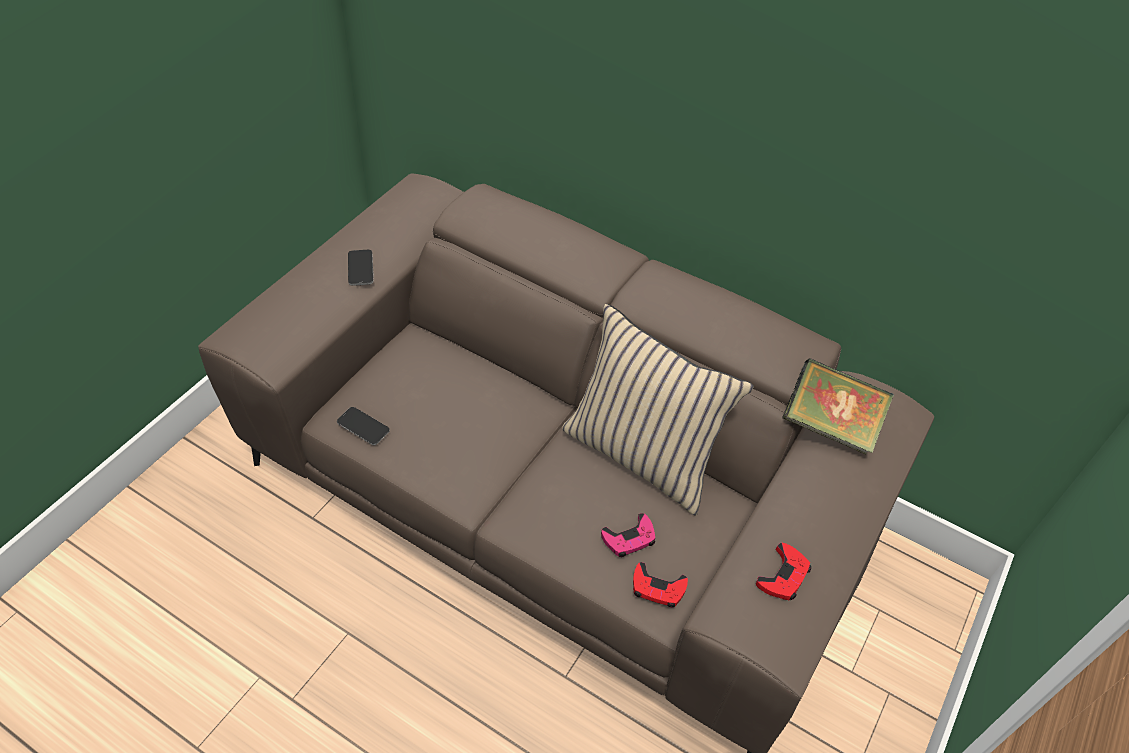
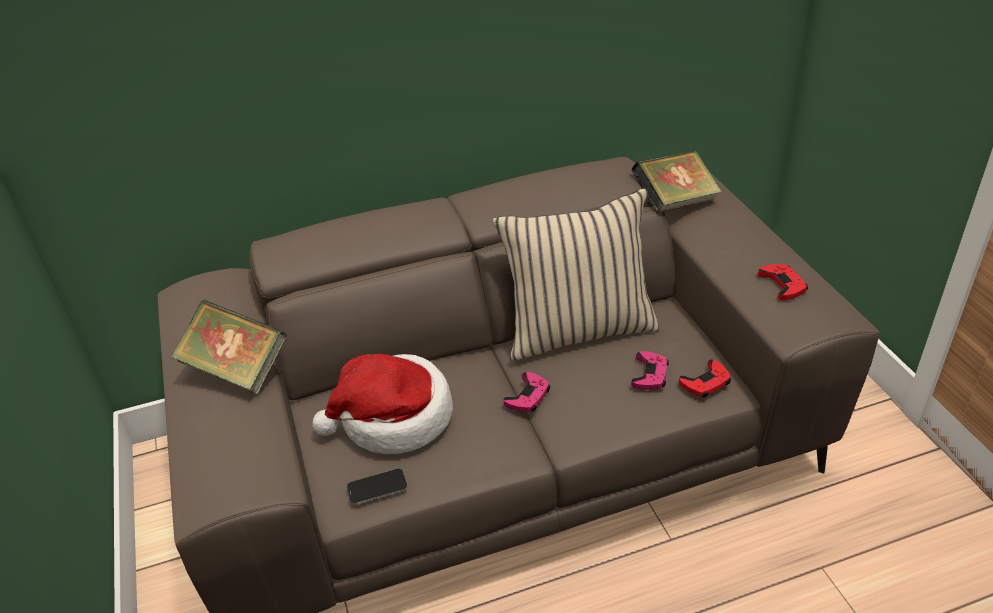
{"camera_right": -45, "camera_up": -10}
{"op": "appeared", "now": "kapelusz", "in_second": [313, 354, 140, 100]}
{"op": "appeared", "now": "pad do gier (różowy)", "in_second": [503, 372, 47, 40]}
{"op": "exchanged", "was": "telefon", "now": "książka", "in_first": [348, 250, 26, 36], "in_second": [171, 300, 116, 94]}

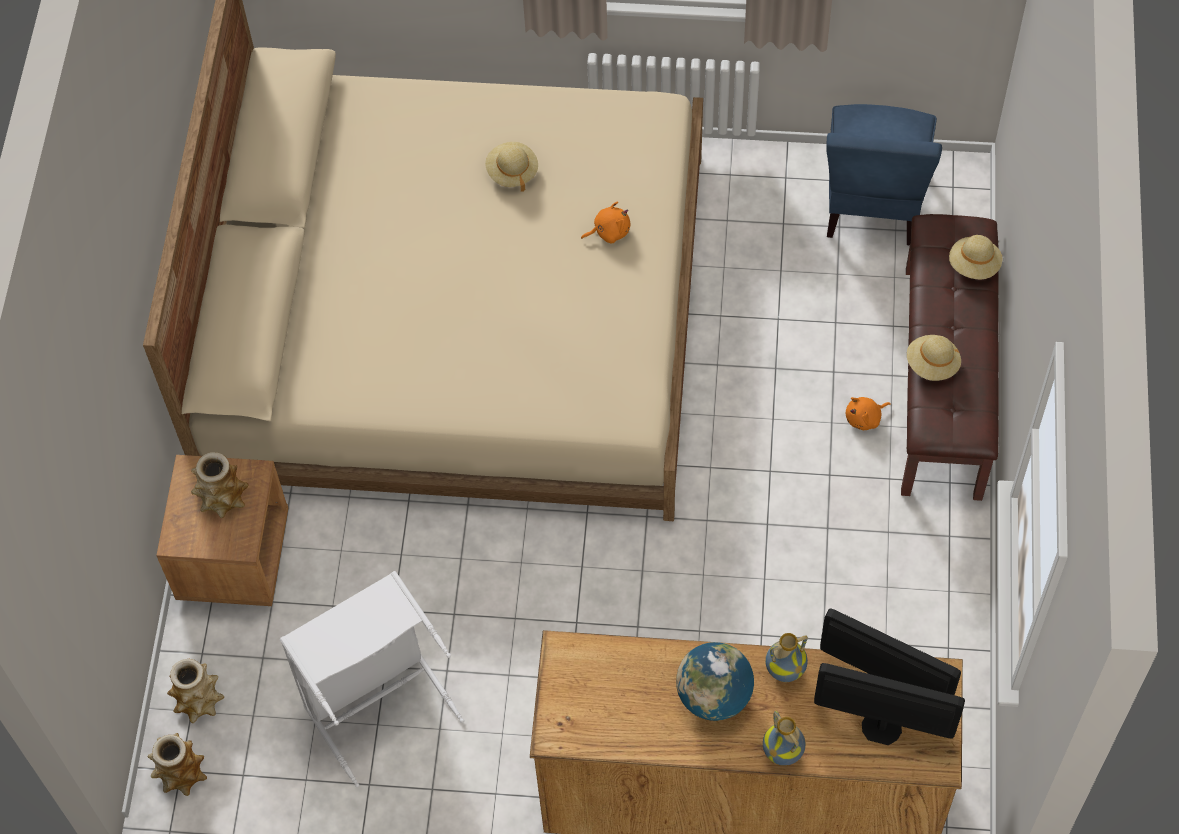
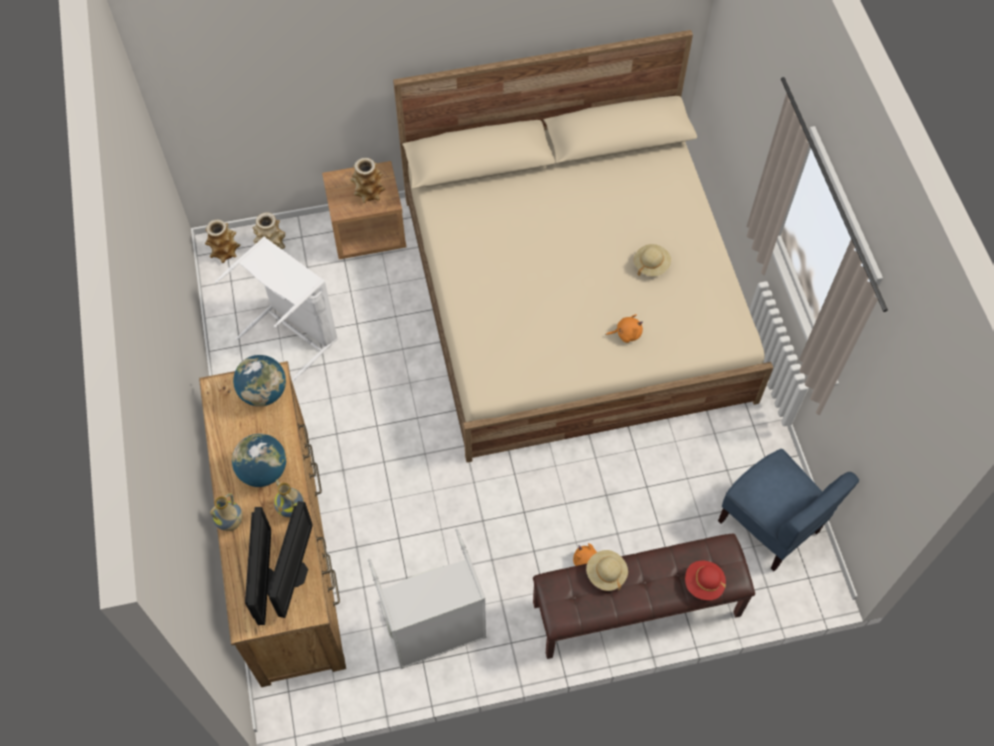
{"camera_right": 70, "camera_up": 0}
{"op": "appeared", "now": "globus", "in_second": [233, 355, 53, 52]}
{"op": "appeared", "now": "kosz na pranie (szary)", "in_second": [368, 528, 118, 141]}
{"op": "colour", "was": "kapelusz (beżowy)", "now": "kapelusz (czerwony)", "in_first": [949, 235, 54, 44], "in_second": [685, 561, 41, 39]}
{"op": "spun", "was": "pluszak (pomarańczowy)", "in_first": [581, 201, 49, 43], "in_second": [606, 314, 37, 29], "clockwise": -60}
{"op": "spun", "was": "krzesło (niebieski)", "in_first": [826, 104, 116, 142], "in_second": [718, 449, 141, 122], "clockwise": -120}

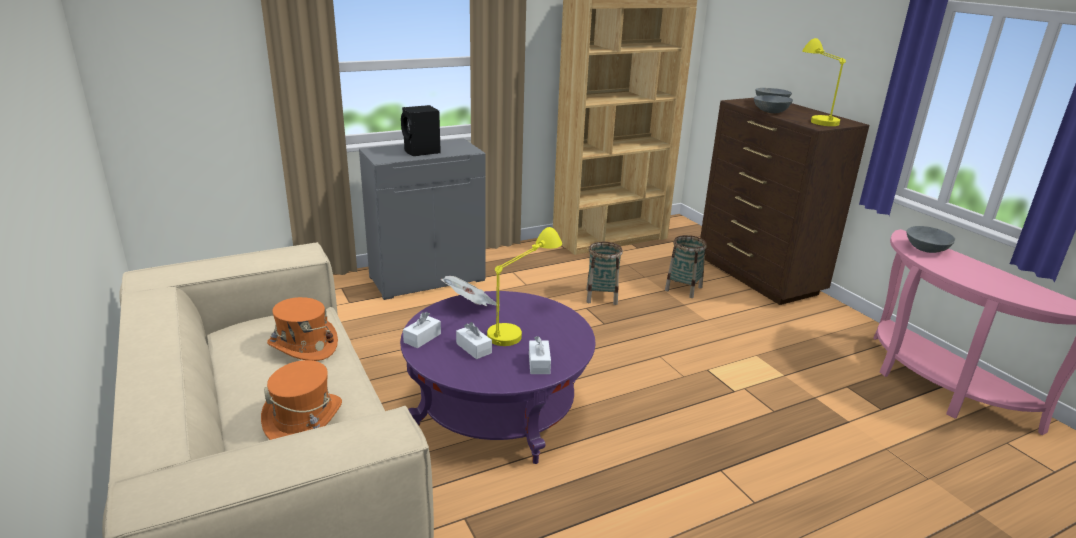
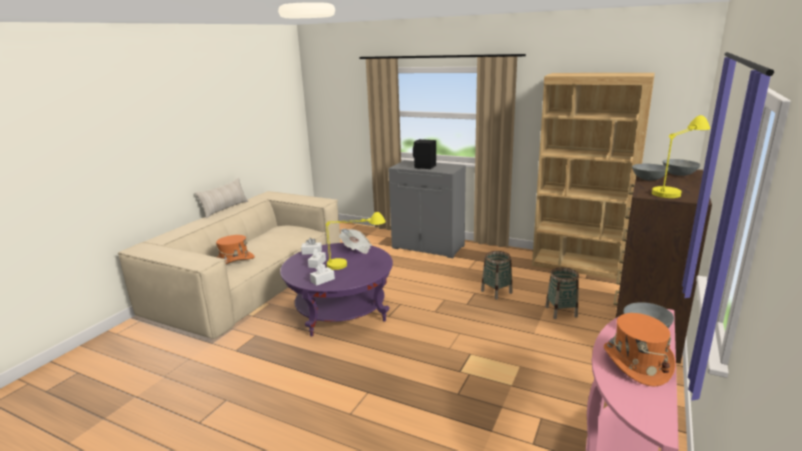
{"camera_right": 55, "camera_up": -5}
{"op": "appeared", "now": "poduszka (beżowy)", "in_second": [195, 178, 53, 40]}
{"op": "relocated", "was": "kapelusz (pomarańczowy)", "in_first": [267, 297, 71, 64], "in_second": [604, 313, 71, 74]}

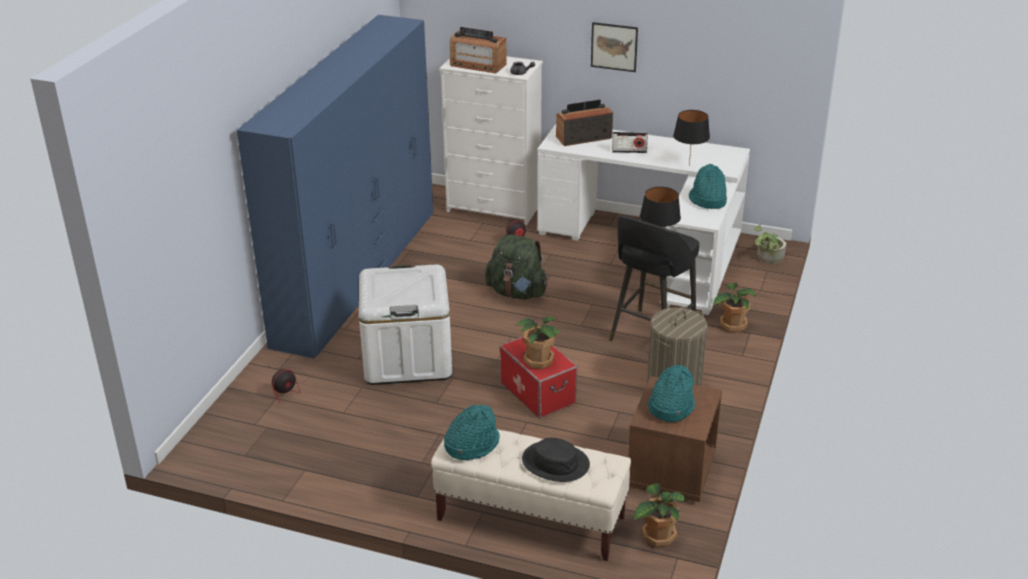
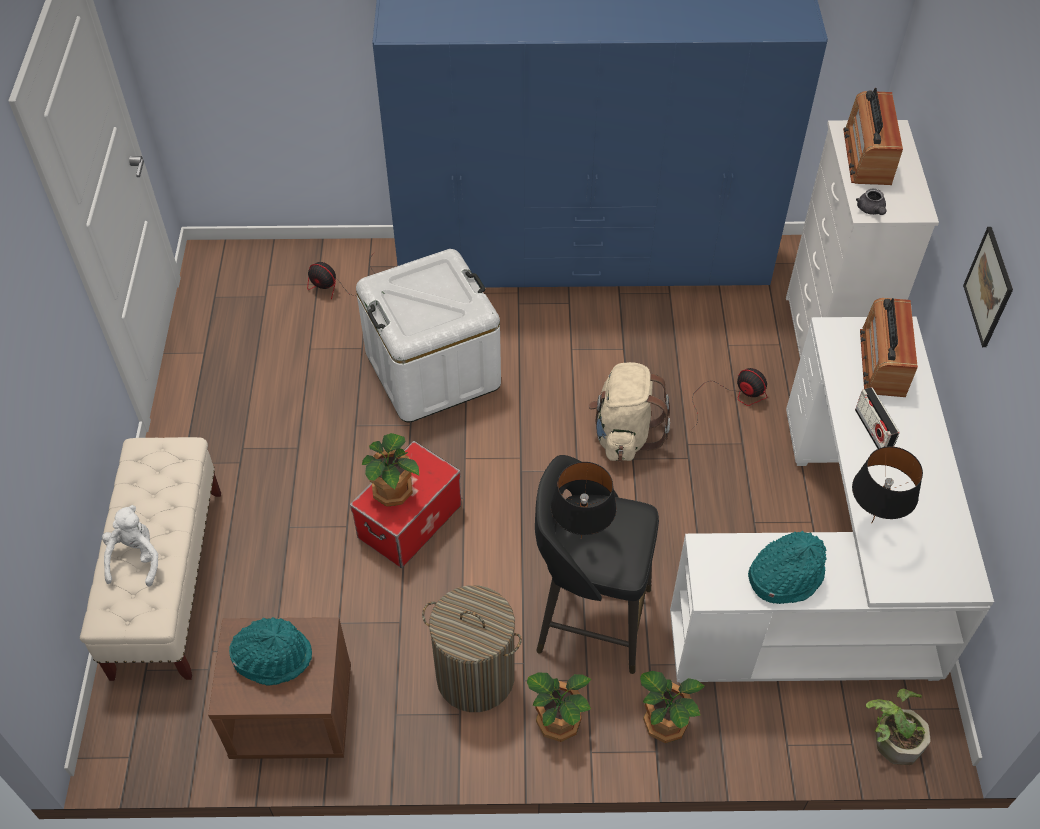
{"camera_right": 70, "camera_up": 20}
{"op": "missing", "was": "kapelusz (turkusowy)", "in_first": [444, 404, 56, 56]}
{"op": "relocated", "was": "roślina doniczkowa", "in_first": [634, 483, 52, 64], "in_second": [527, 672, 64, 70]}
{"op": "exchanged", "was": "kapelusz (czarny)", "now": "pluszak (biały)", "in_first": [522, 438, 68, 44], "in_second": [102, 505, 56, 82]}
{"op": "colour", "was": "plecak (zielony)", "now": "plecak (beżowy)", "in_first": [485, 234, 62, 66], "in_second": [588, 362, 82, 99]}
{"op": "spun", "was": "radio", "in_first": [556, 100, 57, 46], "in_second": [860, 298, 58, 99], "clockwise": -135}

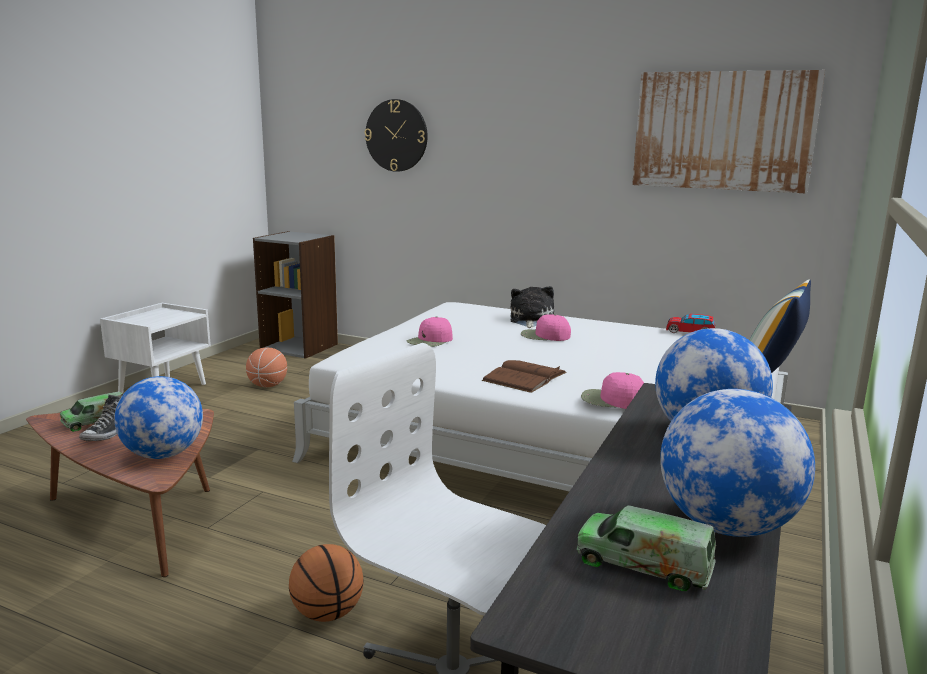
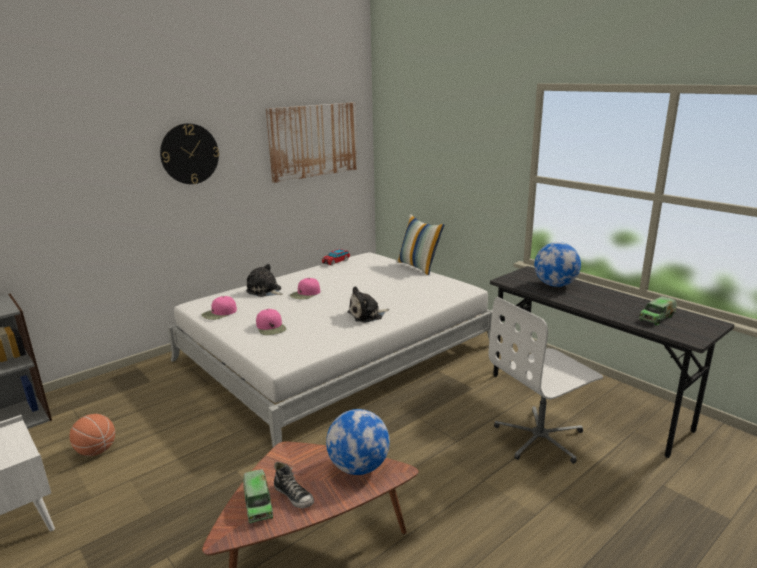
{"camera_right": -65, "camera_up": 5}
{"op": "missing", "was": "piłka do koszykówki", "in_first": [289, 544, 75, 78]}
{"op": "missing", "was": "globus", "in_first": [660, 389, 155, 148]}
{"op": "relocated", "was": "zegar ścienny", "in_first": [365, 99, 63, 73], "in_second": [160, 123, 59, 61]}
{"op": "relocated", "was": "czapka z daszkiem (różowy)", "in_first": [581, 372, 63, 37], "in_second": [202, 296, 35, 24]}
{"op": "exchanged", "was": "książka (brązowy)", "now": "pluszak", "in_first": [482, 360, 85, 33], "in_second": [348, 286, 41, 37]}

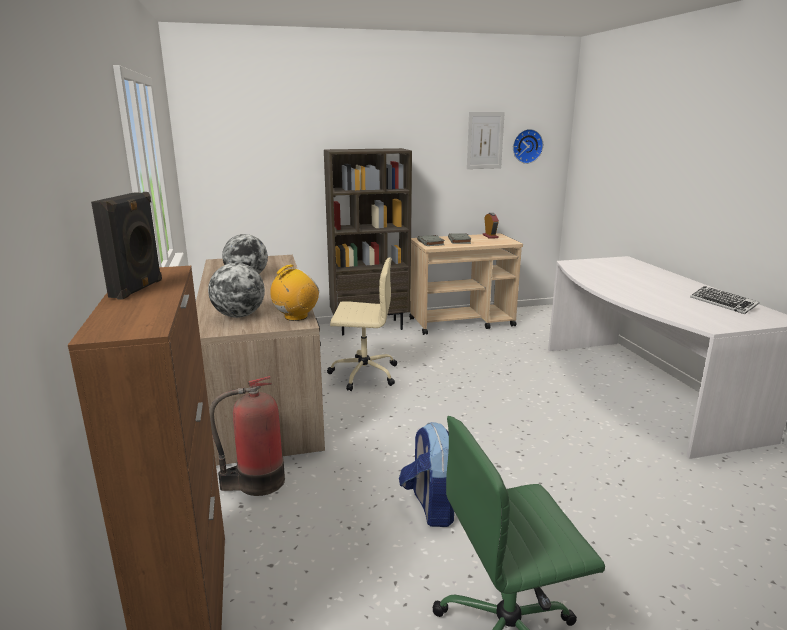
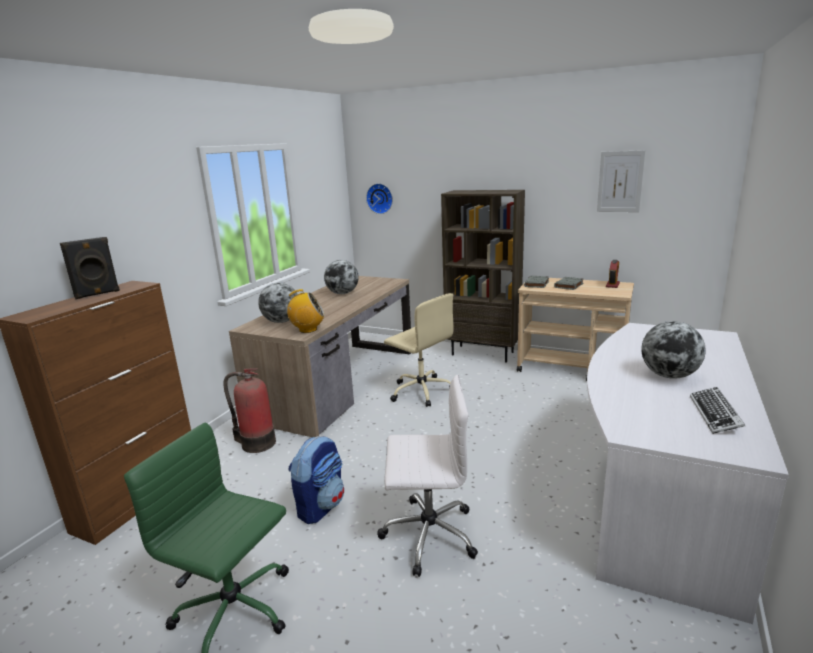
{"camera_right": 40, "camera_up": 0}
{"op": "appeared", "now": "krzesło biurowe (biały)", "in_second": [378, 375, 100, 202]}
{"op": "appeared", "now": "globus", "in_second": [641, 321, 65, 58]}
{"op": "relocated", "was": "zegar ścienny", "in_first": [513, 129, 30, 35], "in_second": [366, 183, 27, 31]}

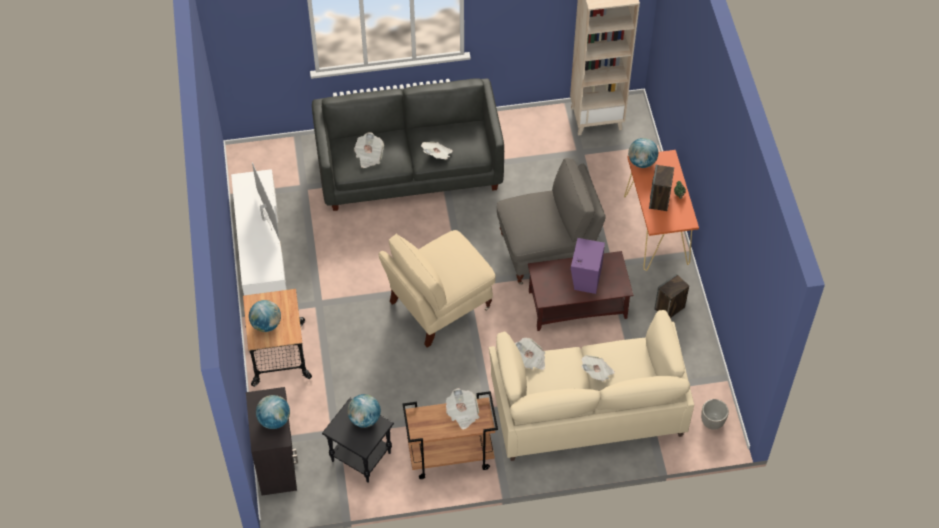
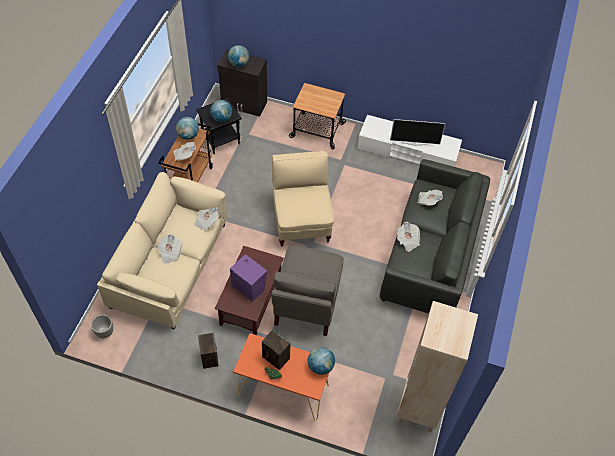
{"camera_right": 115, "camera_up": 0}
{"op": "relocated", "was": "globus", "in_first": [249, 300, 32, 32], "in_second": [176, 117, 23, 23]}

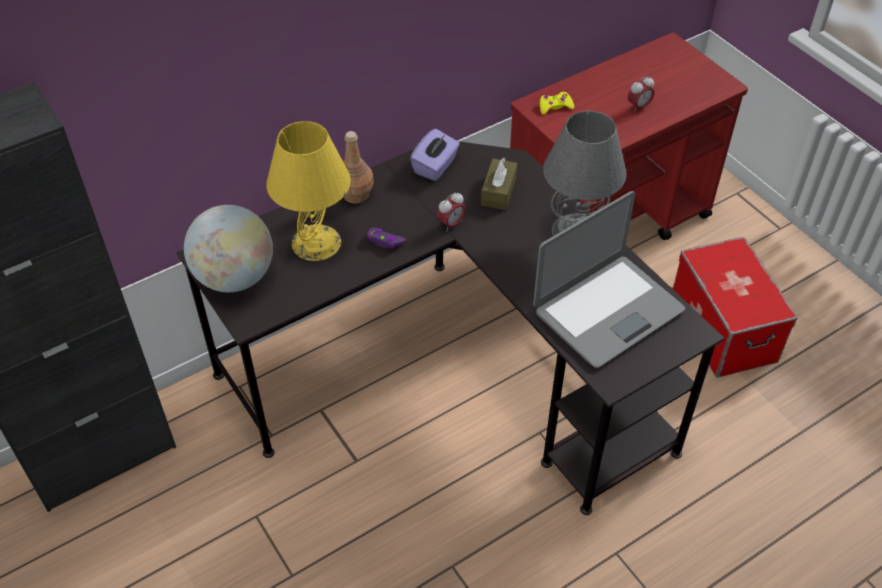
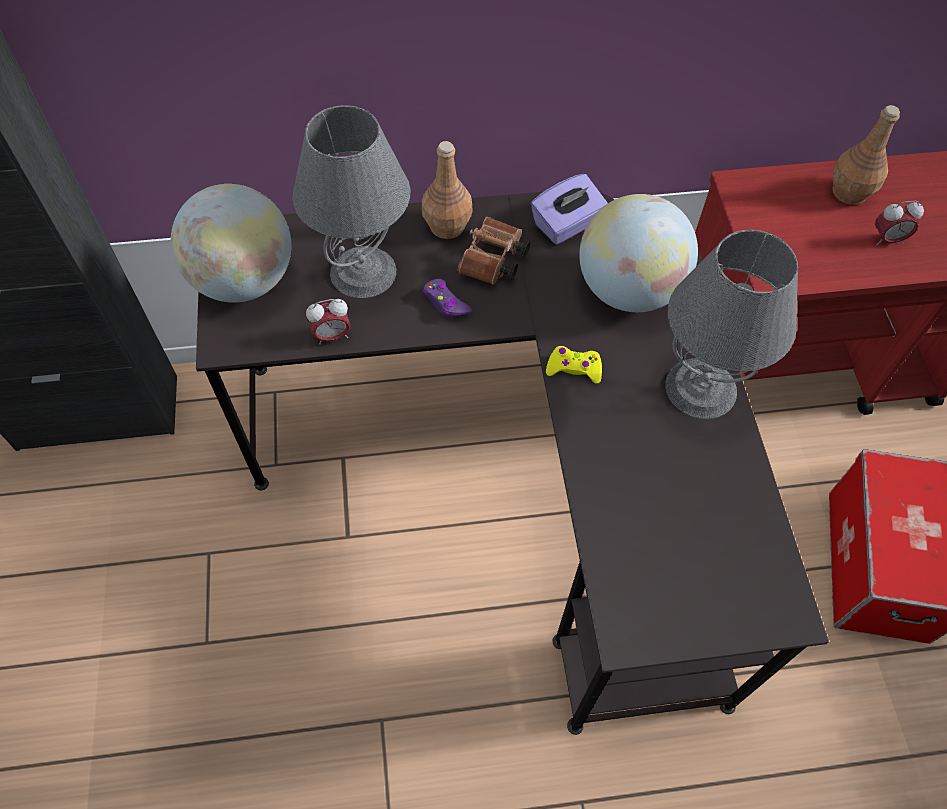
{"camera_right": 25, "camera_up": 10}
{"op": "missing", "was": "laptop", "in_first": [533, 191, 152, 177]}
{"op": "appeared", "now": "lornetka (brązowy)", "in_second": [458, 217, 73, 68]}
{"op": "appeared", "now": "butelka (brązowy)", "in_second": [833, 105, 67, 100]}
{"op": "relocated", "was": "budzik", "in_first": [437, 192, 29, 40], "in_second": [306, 299, 44, 46]}
{"op": "relocated", "was": "pad do gier (żółty)", "in_first": [540, 92, 34, 22], "in_second": [546, 345, 56, 39]}
{"op": "exchanged", "was": "pudełko chusteczek (brązowy)", "now": "globus", "in_first": [481, 157, 36, 53], "in_second": [579, 194, 119, 118]}
{"op": "colour", "was": "lampa stołowa (żółty)", "now": "lampa stołowa (szary)", "in_first": [266, 121, 85, 140], "in_second": [293, 105, 117, 193]}

